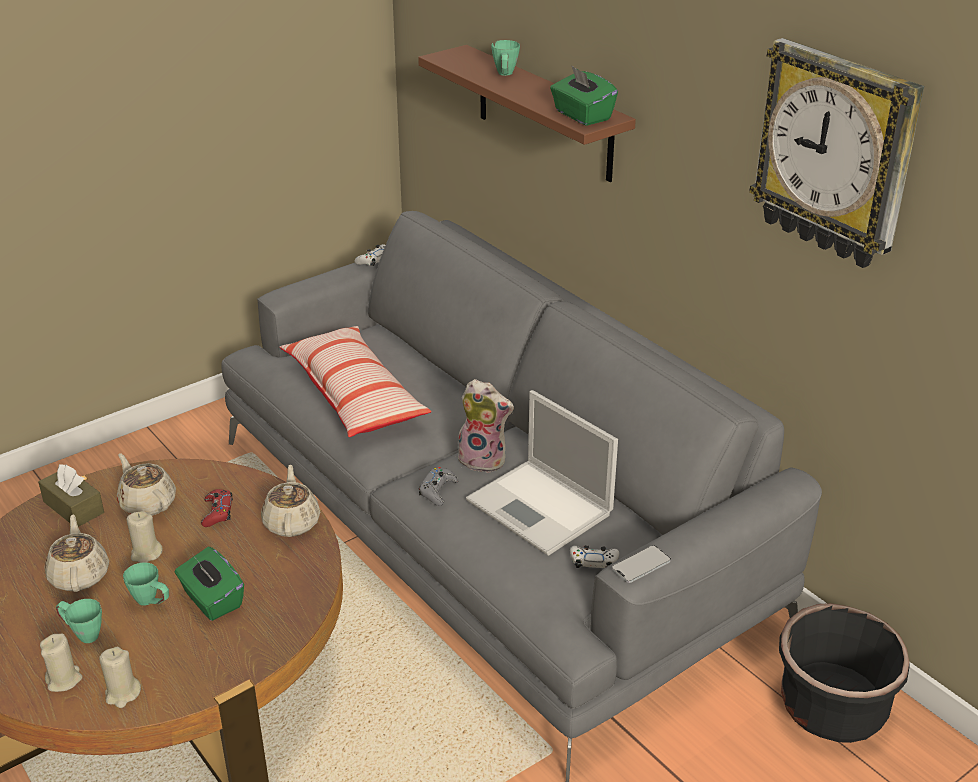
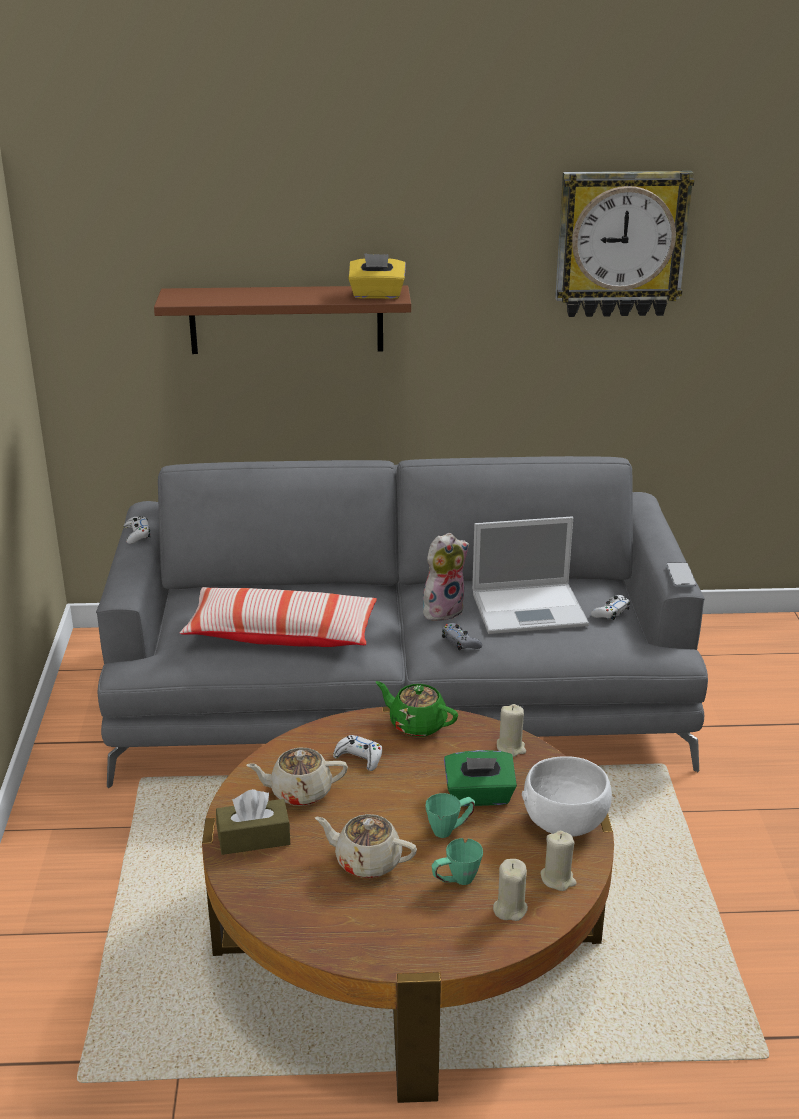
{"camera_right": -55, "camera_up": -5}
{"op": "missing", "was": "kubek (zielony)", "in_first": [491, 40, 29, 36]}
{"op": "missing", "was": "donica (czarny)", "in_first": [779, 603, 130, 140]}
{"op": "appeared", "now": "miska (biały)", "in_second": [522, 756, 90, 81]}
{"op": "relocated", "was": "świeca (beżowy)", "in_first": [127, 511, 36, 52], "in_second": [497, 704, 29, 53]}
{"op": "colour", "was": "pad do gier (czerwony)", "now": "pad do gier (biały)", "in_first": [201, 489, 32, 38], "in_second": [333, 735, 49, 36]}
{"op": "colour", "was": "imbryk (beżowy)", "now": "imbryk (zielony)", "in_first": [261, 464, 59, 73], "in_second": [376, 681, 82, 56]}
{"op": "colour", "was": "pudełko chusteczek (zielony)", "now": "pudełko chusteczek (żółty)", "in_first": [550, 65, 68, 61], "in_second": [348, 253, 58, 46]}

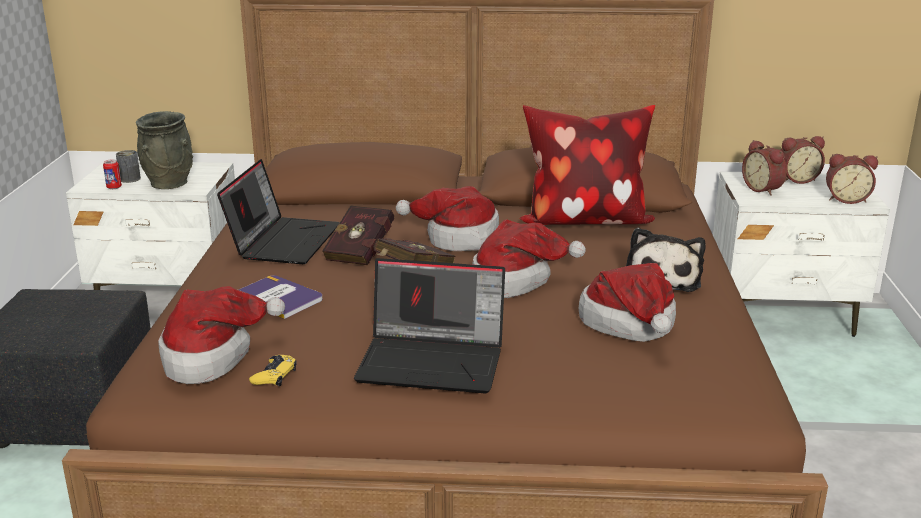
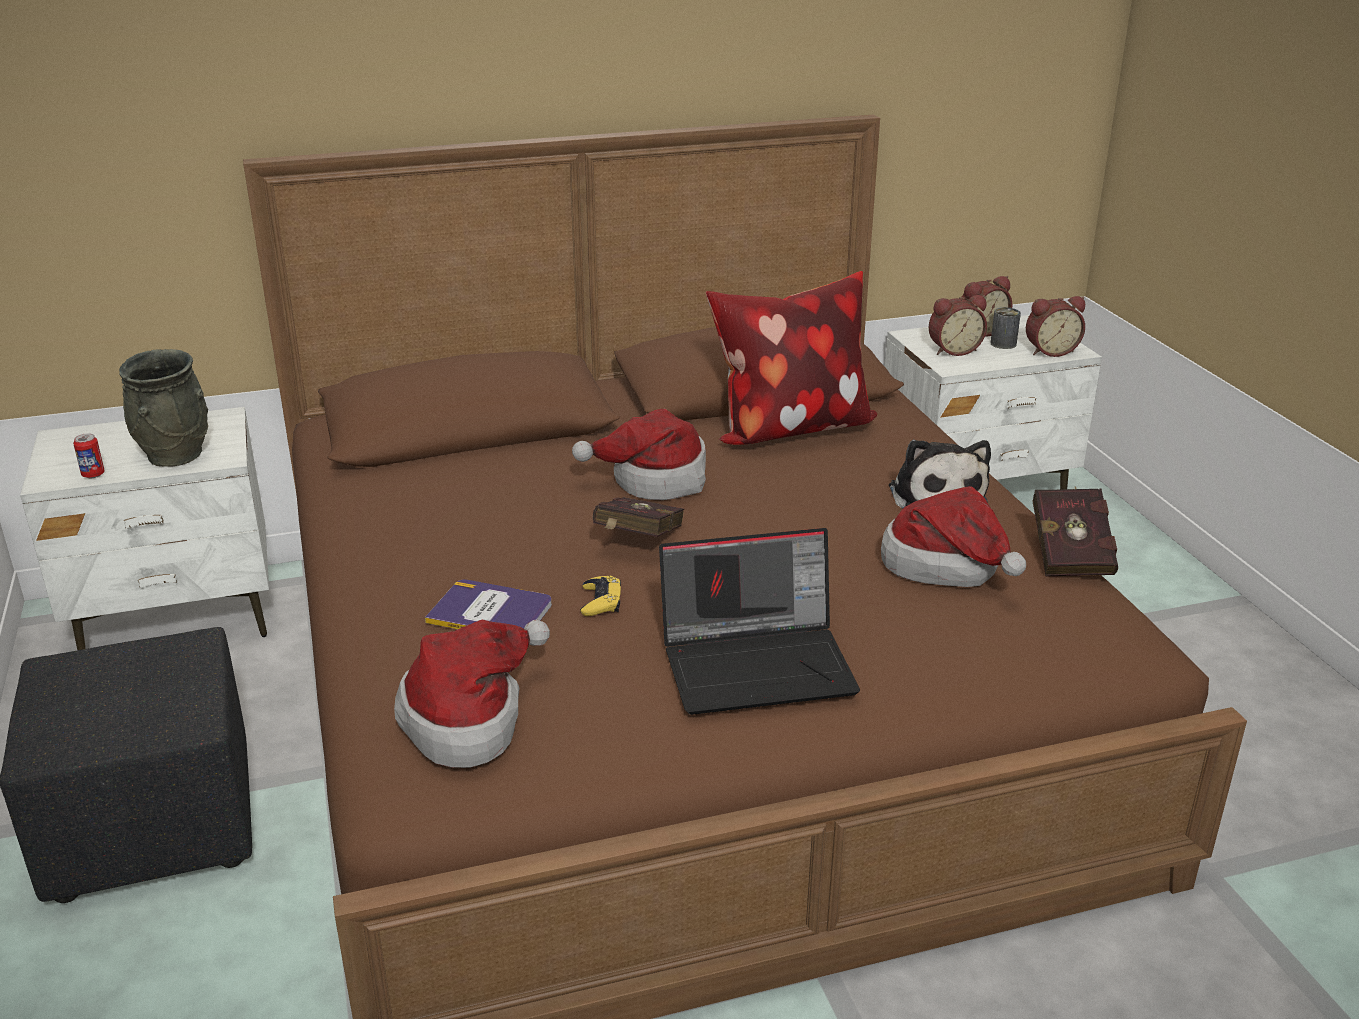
{"camera_right": -20, "camera_up": 5}
{"op": "missing", "was": "laptop", "in_first": [217, 159, 123, 105]}
{"op": "missing", "was": "kapelusz", "in_first": [472, 219, 114, 79]}
{"op": "relocated", "was": "puszka", "in_first": [116, 150, 25, 33], "in_second": [991, 307, 30, 42]}
{"op": "relocated", "was": "pad do gier (żółty)", "in_first": [249, 355, 47, 31], "in_second": [580, 576, 41, 40]}
{"op": "relocated", "was": "książka (czerwony)", "in_first": [322, 205, 72, 60], "in_second": [1032, 486, 86, 91]}
{"op": "spun", "was": "budzik", "in_first": [742, 140, 45, 56], "in_second": [929, 295, 58, 61], "clockwise": -60}

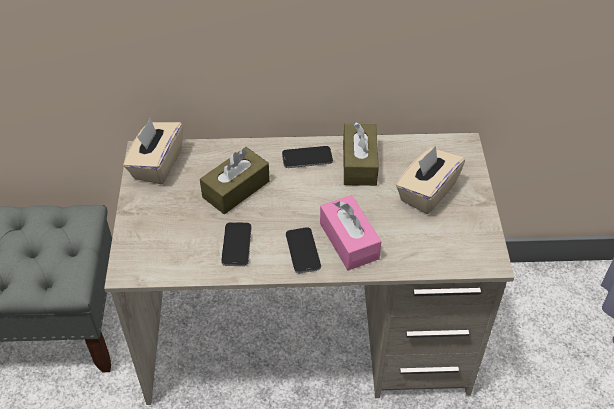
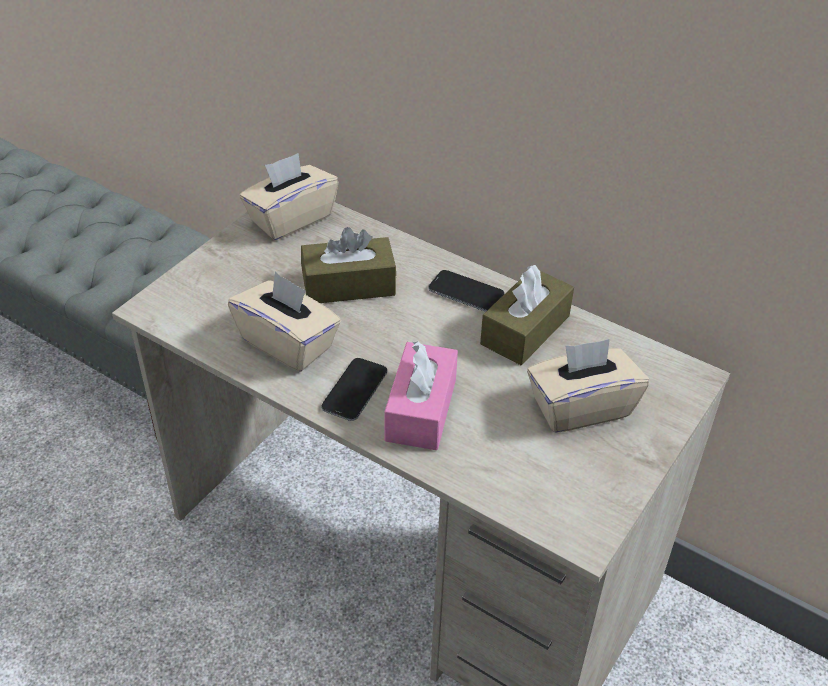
{"camera_right": 35, "camera_up": -5}
{"op": "exchanged", "was": "telefon", "now": "pudełko chusteczek (beżowy)", "in_first": [221, 222, 31, 44], "in_second": [228, 271, 113, 101]}

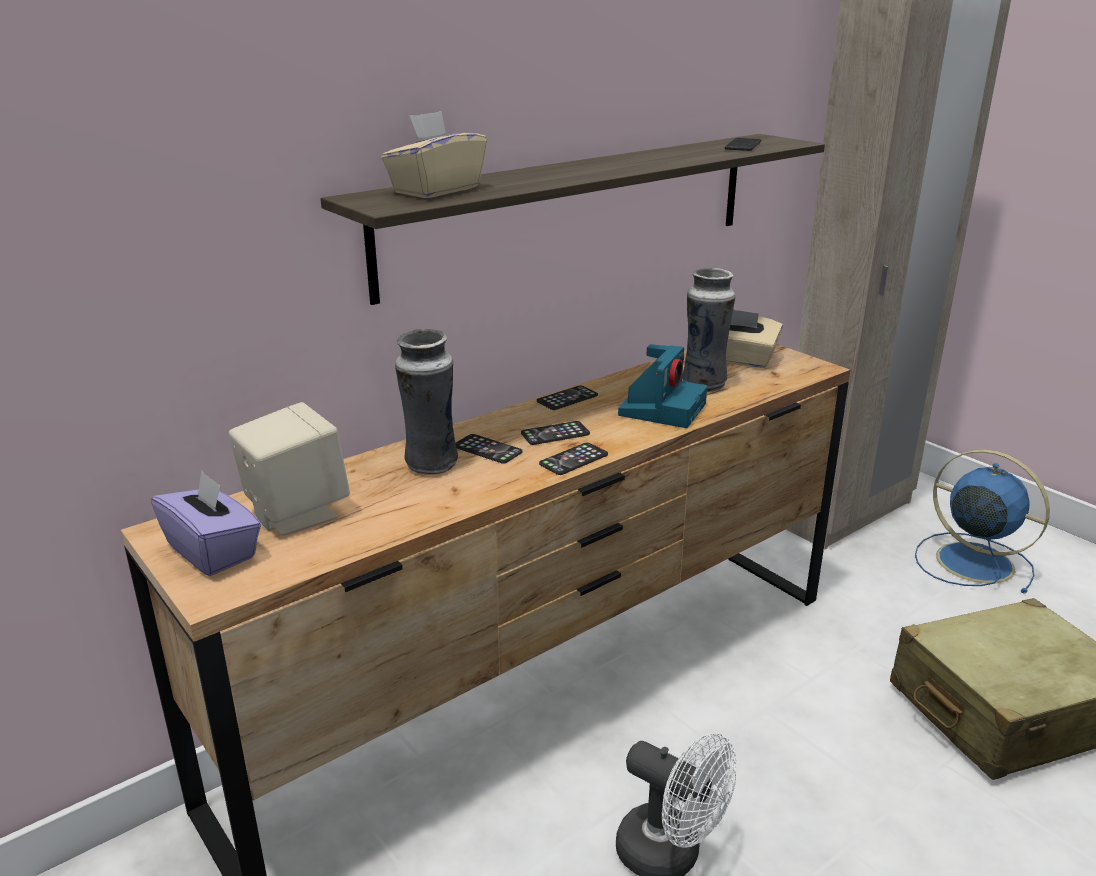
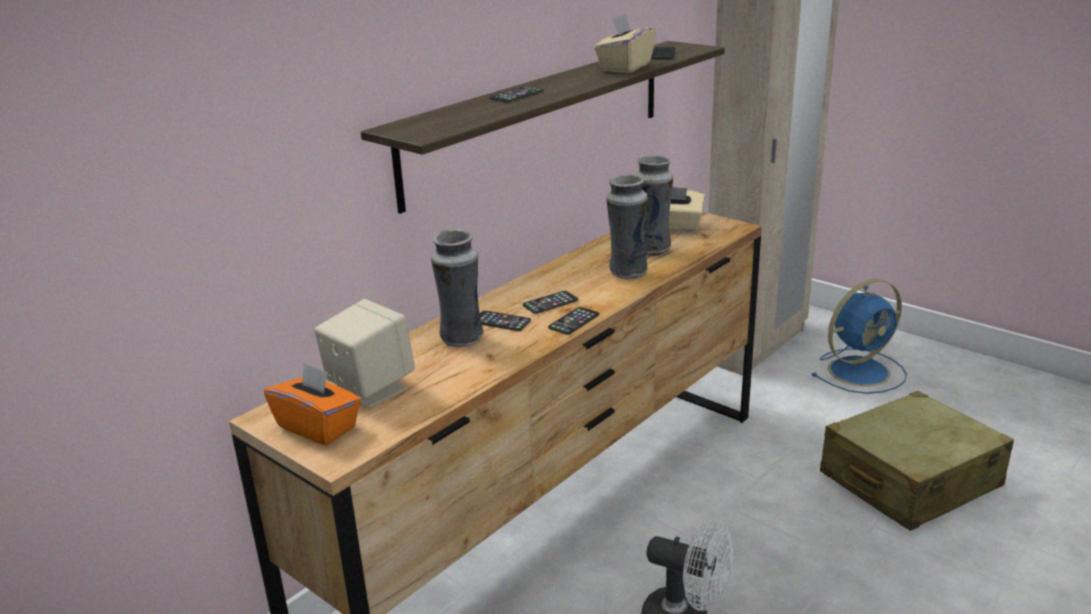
{"camera_right": -10, "camera_up": 0}
{"op": "relocated", "was": "pudełko chusteczek (beżowy)", "in_first": [381, 111, 106, 87], "in_second": [594, 14, 62, 59]}
{"op": "relocated", "was": "telefon", "in_first": [537, 385, 61, 25], "in_second": [489, 86, 54, 16]}
{"op": "exchanged", "was": "aparat fotograficzny", "now": "wazon", "in_first": [618, 344, 89, 84], "in_second": [606, 174, 42, 105]}
{"op": "colour", "was": "pudełko chusteczek (fioletowy)", "now": "pudełko chusteczek (pomarańczowy)", "in_first": [151, 471, 110, 105], "in_second": [264, 362, 97, 83]}
{"op": "spun", "was": "wentylator (niebieski)", "in_first": [915, 449, 135, 145], "in_second": [811, 279, 96, 115], "clockwise": 120}

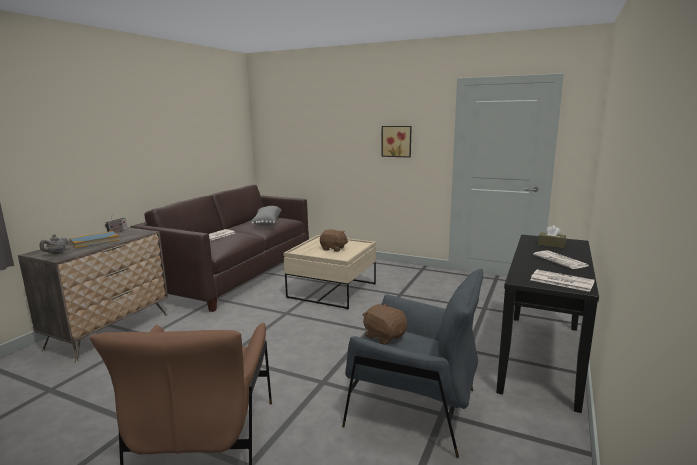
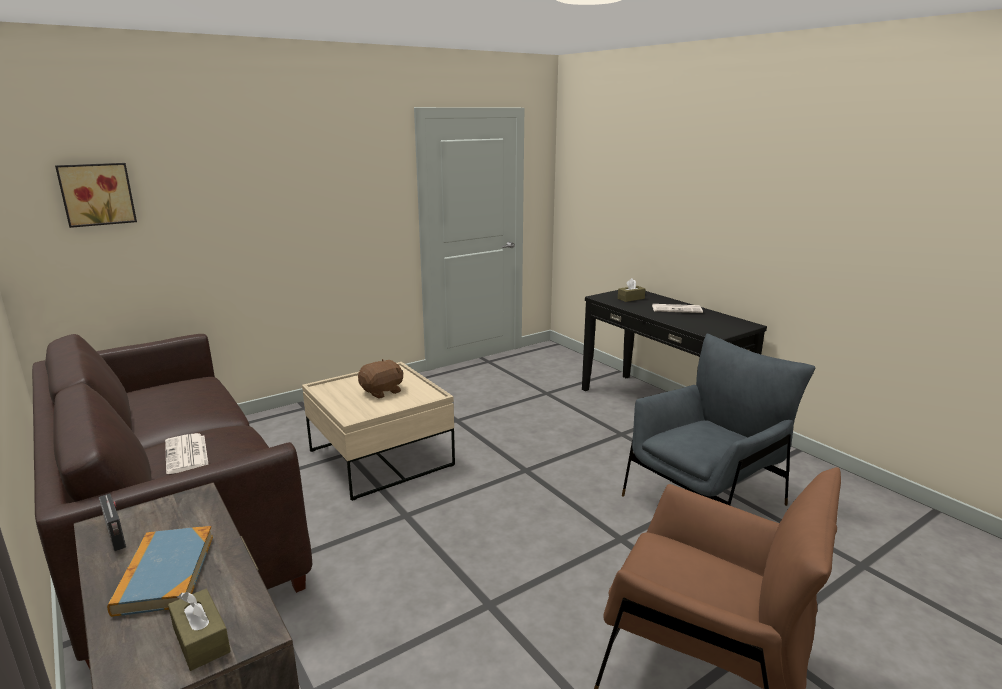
{"camera_right": -60, "camera_up": 5}
{"op": "missing", "was": "poduszka (szary)", "in_first": [250, 206, 32, 20]}
{"op": "missing", "was": "pluszak (brązowy)", "in_first": [362, 303, 45, 42]}
{"op": "missing", "was": "gazeta", "in_first": [530, 270, 65, 22]}
{"op": "relocated", "was": "obraz", "in_first": [381, 126, 31, 32], "in_second": [55, 163, 82, 65]}
{"op": "exchanged", "was": "imbryk (szary)", "now": "pudełko chusteczek (brązowy)", "in_first": [39, 235, 30, 19], "in_second": [168, 589, 63, 82]}

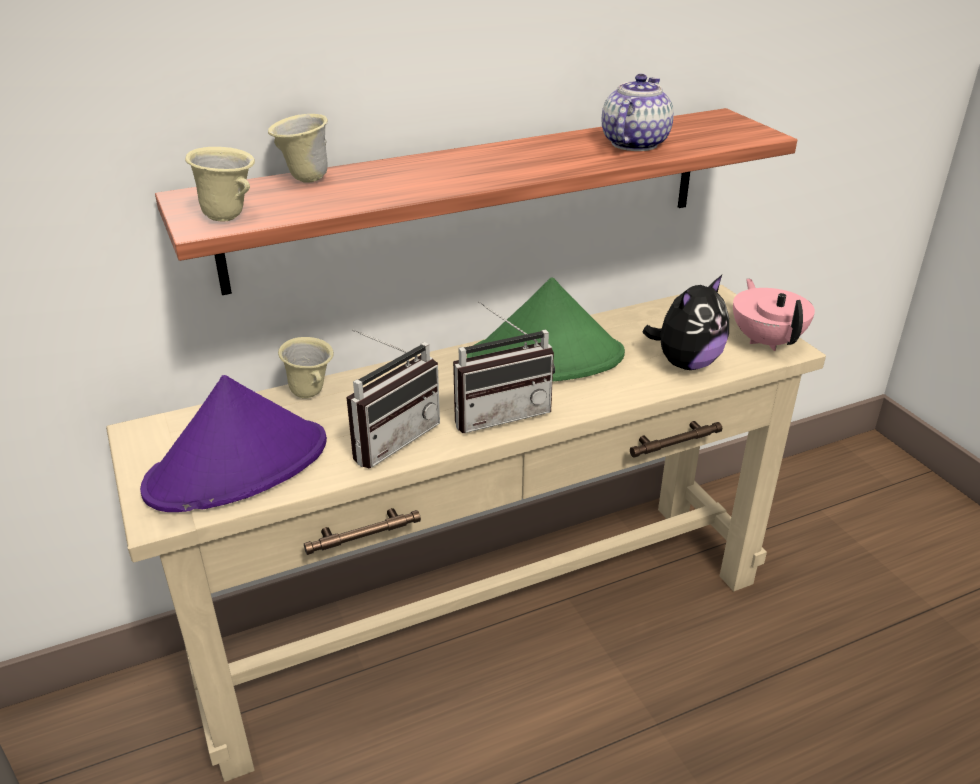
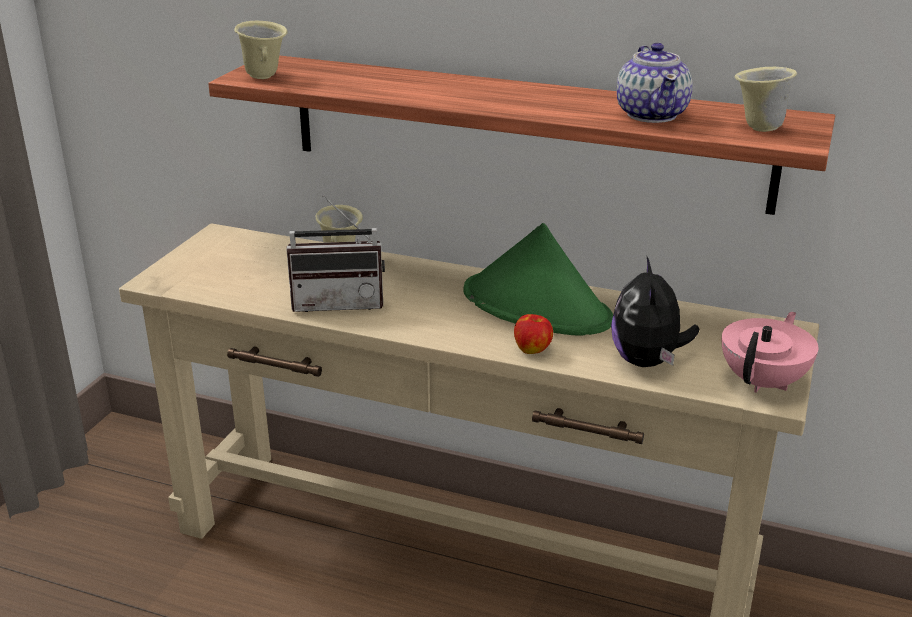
{"camera_right": 45, "camera_up": -5}
{"op": "missing", "was": "kapelusz (fioletowy)", "in_first": [140, 375, 187, 137]}
{"op": "missing", "was": "radio", "in_first": [453, 302, 102, 131]}
{"op": "appeared", "now": "jabłko", "in_second": [514, 314, 39, 40]}
{"op": "relocated", "was": "kubek (beżowy)", "in_first": [268, 114, 60, 69], "in_second": [735, 67, 62, 65]}
{"op": "spun", "was": "imbryk", "in_first": [602, 74, 72, 77], "in_second": [617, 43, 76, 80], "clockwise": 105}
{"op": "spun", "was": "pluszak", "in_first": [643, 275, 86, 95], "in_second": [611, 257, 88, 110], "clockwise": 90}

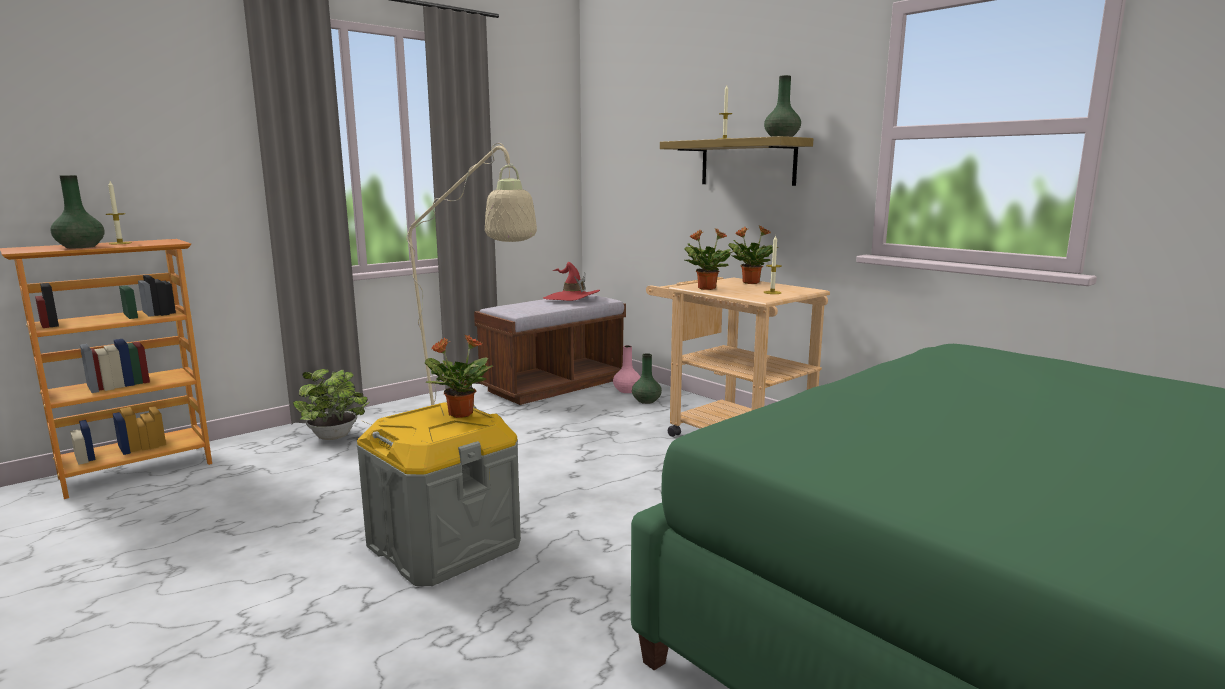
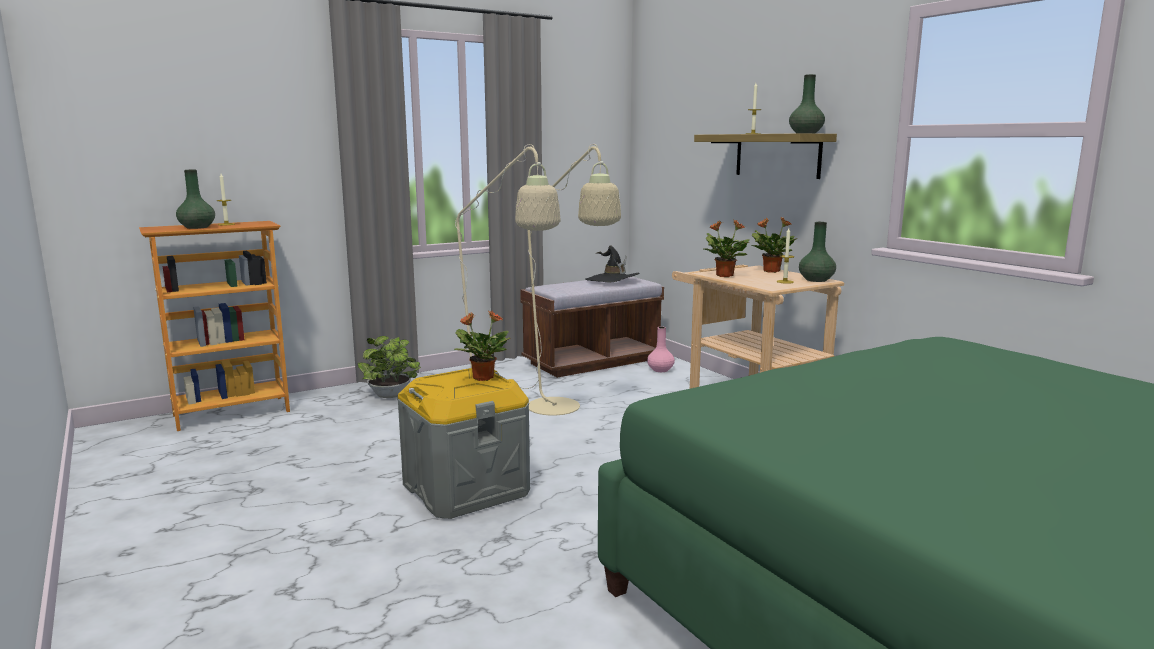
{"camera_right": 10, "camera_up": 0}
{"op": "appeared", "now": "lampa stojąca (beżowy)", "in_second": [520, 144, 101, 272]}
{"op": "relocated", "was": "wazon (zielony)", "in_first": [632, 353, 30, 51], "in_second": [799, 222, 37, 60]}
{"op": "colour", "was": "kapelusz (czerwony)", "now": "kapelusz (czarny)", "in_first": [543, 262, 57, 39], "in_second": [585, 246, 55, 36]}

